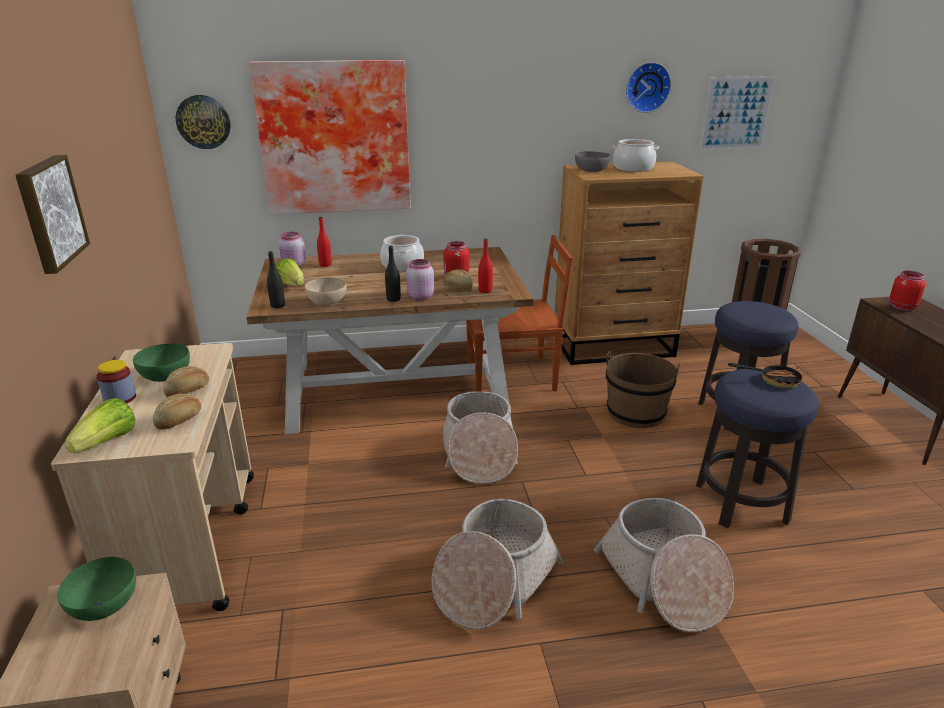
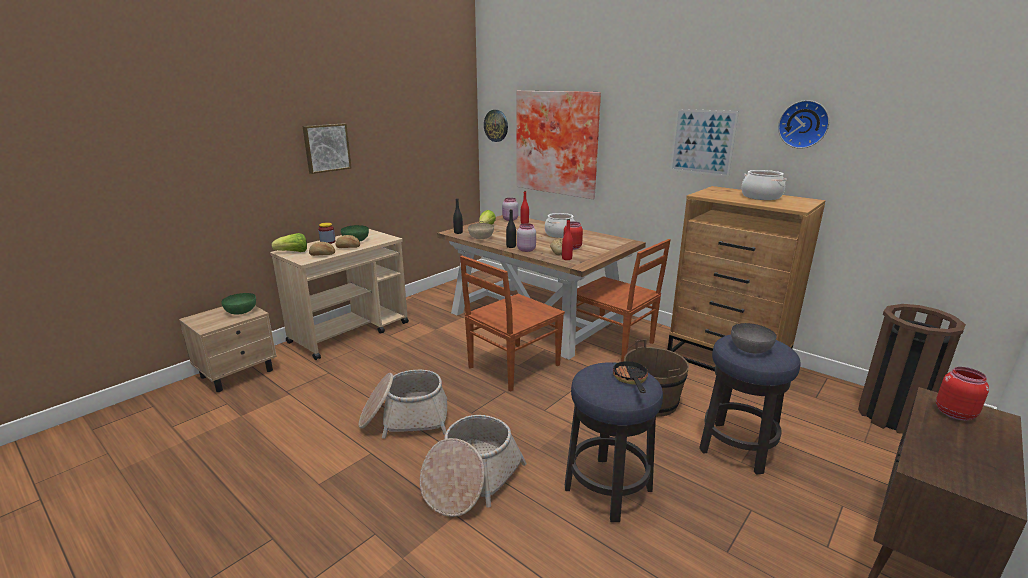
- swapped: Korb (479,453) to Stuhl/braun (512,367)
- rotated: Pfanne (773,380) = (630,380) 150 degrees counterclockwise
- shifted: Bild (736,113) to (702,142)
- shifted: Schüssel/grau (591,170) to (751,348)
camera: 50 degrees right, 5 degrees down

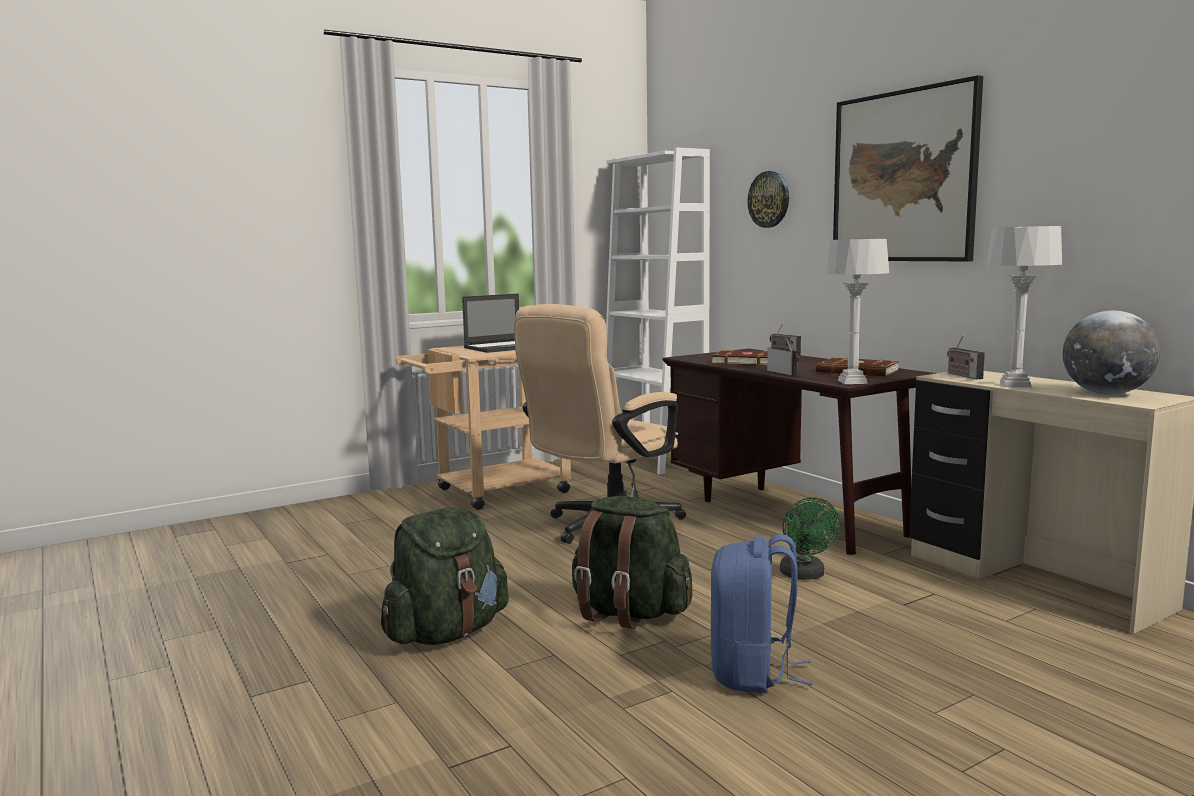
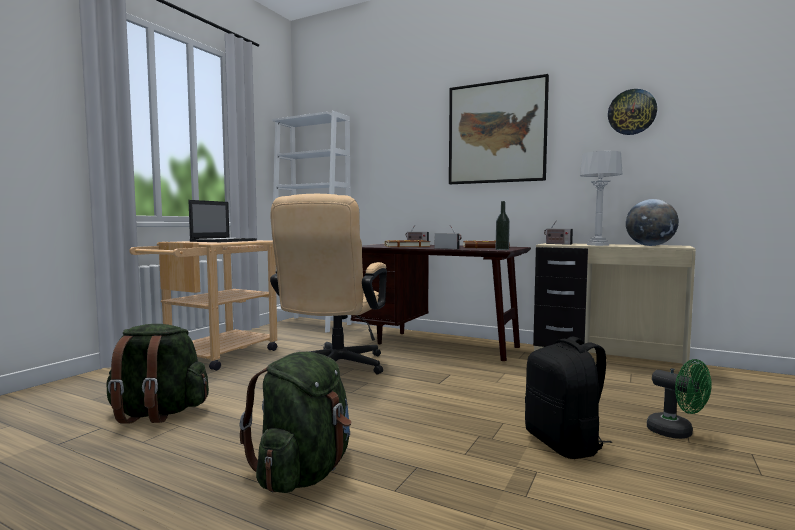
- shifted: Rucksack/grün (628,613) to (157,413)
- swapped: Tischlampe/grau (853,382) to Flasche (502,249)
- repainted: Rucksack/blau (753,673) to Rucksack/schwarz (564,444)
- shifted: Wanduhr (769,199) to (632,112)
- shifted: Ventilator/grün (805,575) to (677,433)
camera: 30 degrees left, 5 degrees down

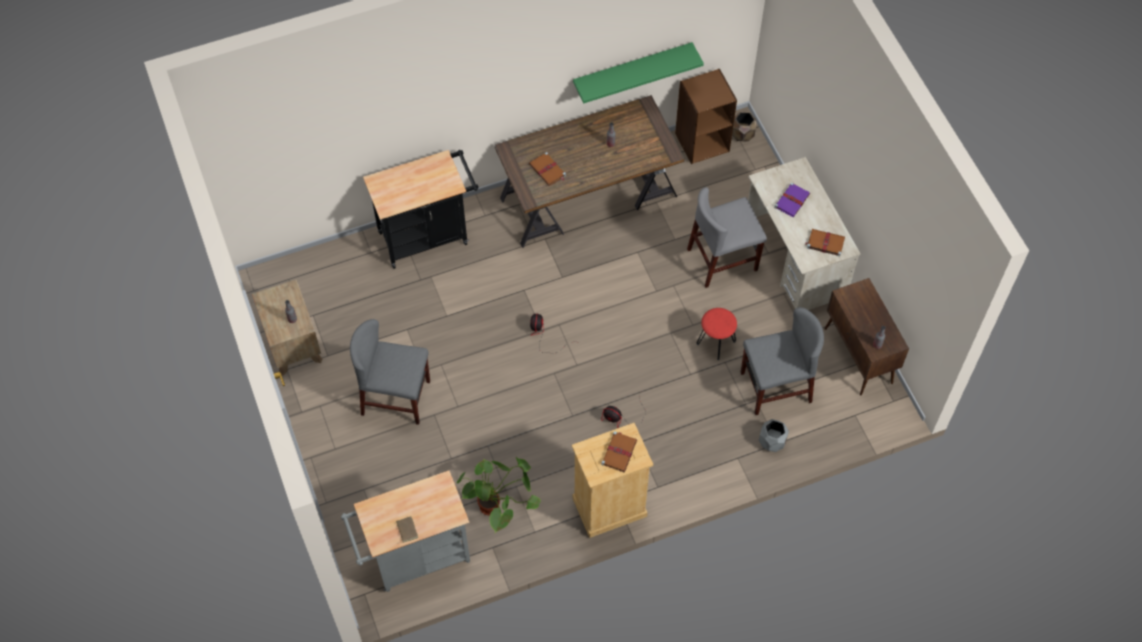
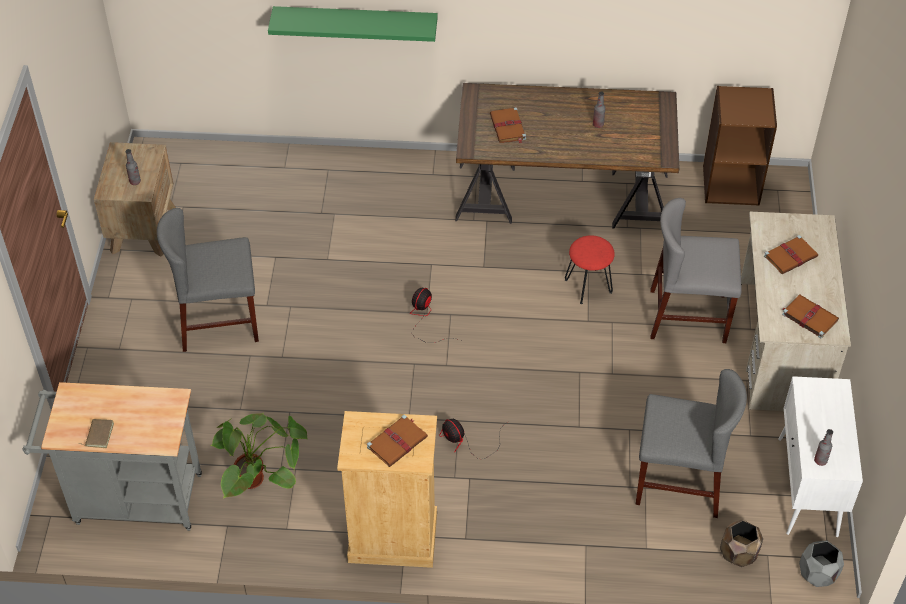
- rotated: Stuhl/grau (396,397) = (219,322) 45 degrees counterclockwise
- shifted: Wandregal/grün (632,69) to (355,22)
- shifted: Hocker/rot (715,343) to (588,286)
- shifted: Pflanzkübel/braun (742,134) to (738,554)
- repainted: Buch/lila (792,200) to Buch/braun (791,256)
- repainted: Schrank/braun (858,356) to Schrank/weiß (808,488)
- shifted: Pflanzkübel/grau (771,442) to (817,574)
- gone: Rollwagen/schwarz (428,235)
camera: 25 degrees right, 10 degrees down

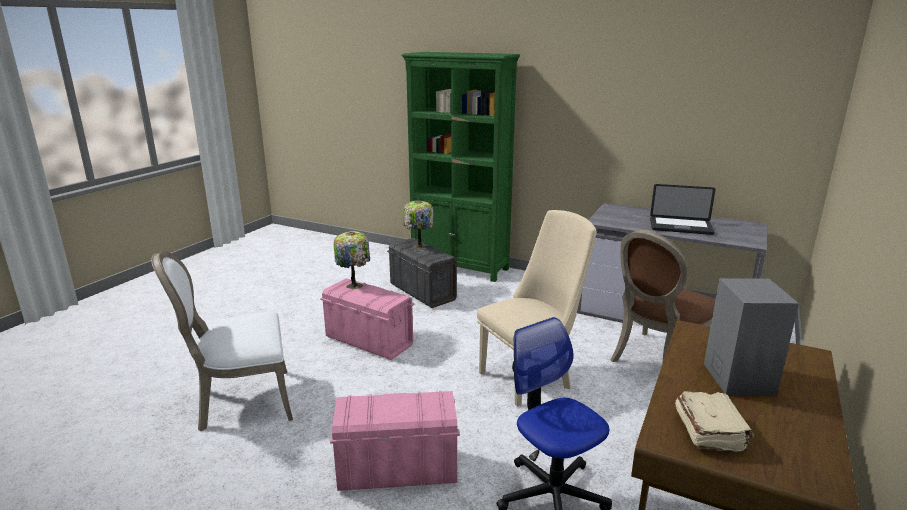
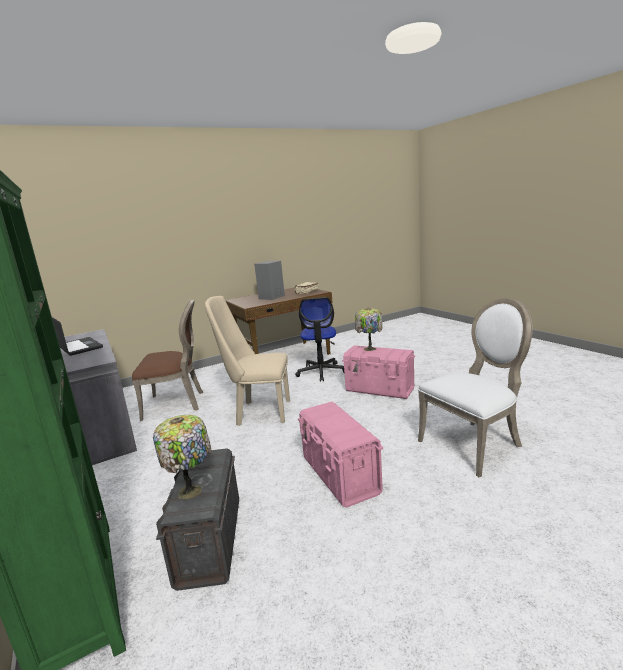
- shifted: Tischlampe (354,285) to (369,349)
- rotated: Stuhl/weiß (241,402) = (474,444) 45 degrees counterclockwise
camera: 145 degrees left, 5 degrees down

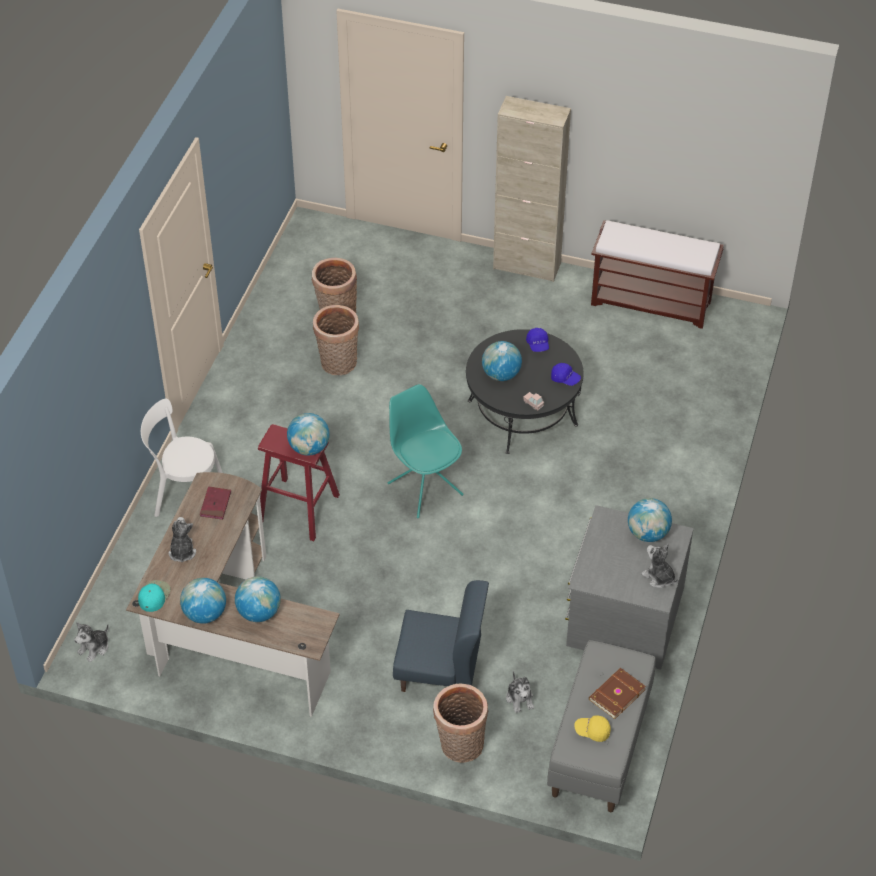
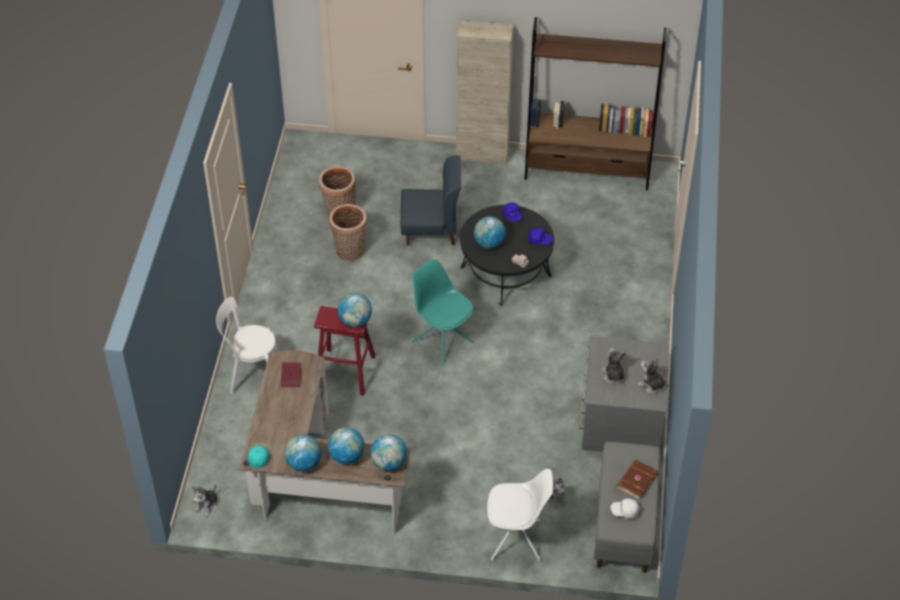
- shifted: Globus (647,533) to (389,463)
- shifted: Stuhl/blau (440,671) to (431,229)
- swapped: Korb (460,747) to Stuhl/weiß (517,540)
- swapped: Bank/braun (652,302) to Bücherregal/braun (587,171)
- shifted: Plüschtier (182,552) to (613,375)
- repainted: Kappe/gelb (592,731) to Kappe/weiß (624,511)
camera: 10 degrees left, 0 degrees up

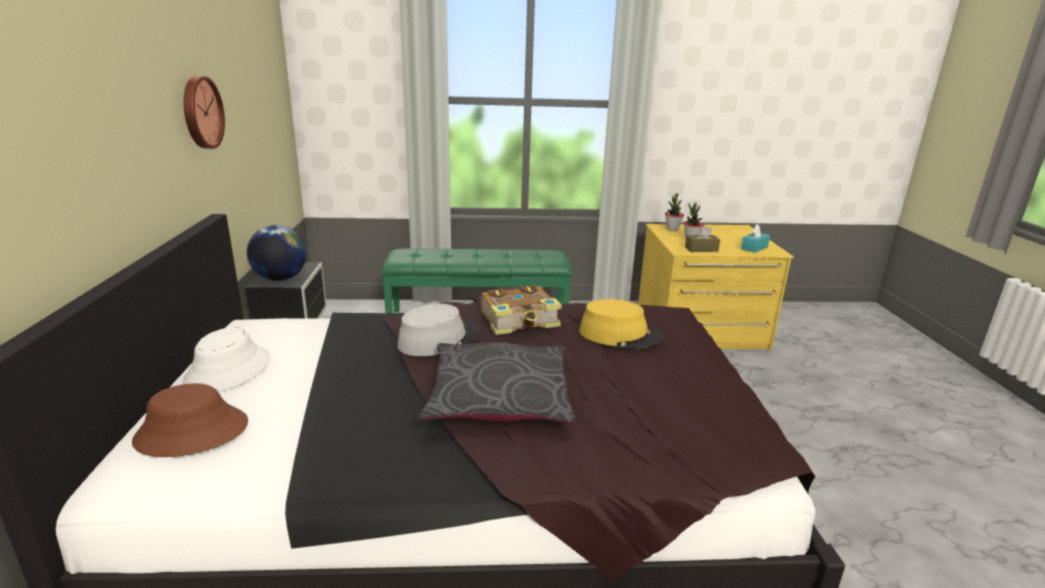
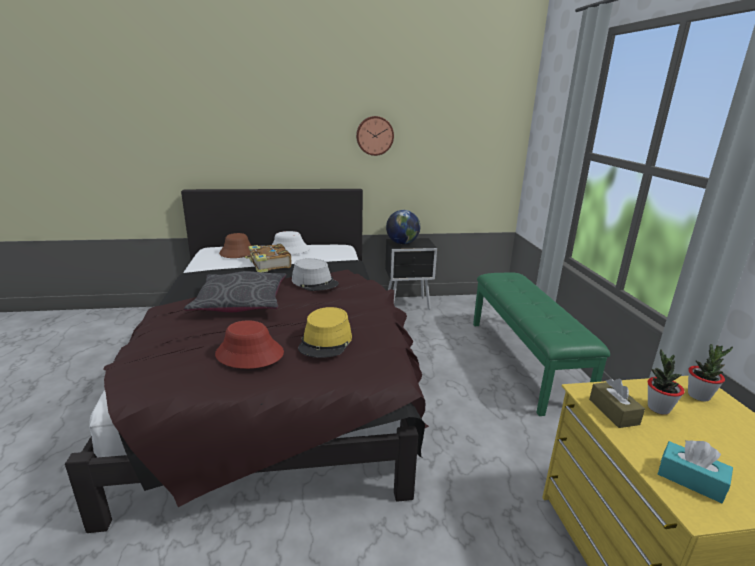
- new: Hut/rot (249,354)
- shifted: Buch (520,320) to (269,264)
camera: 85 degrees right, 0 degrees up

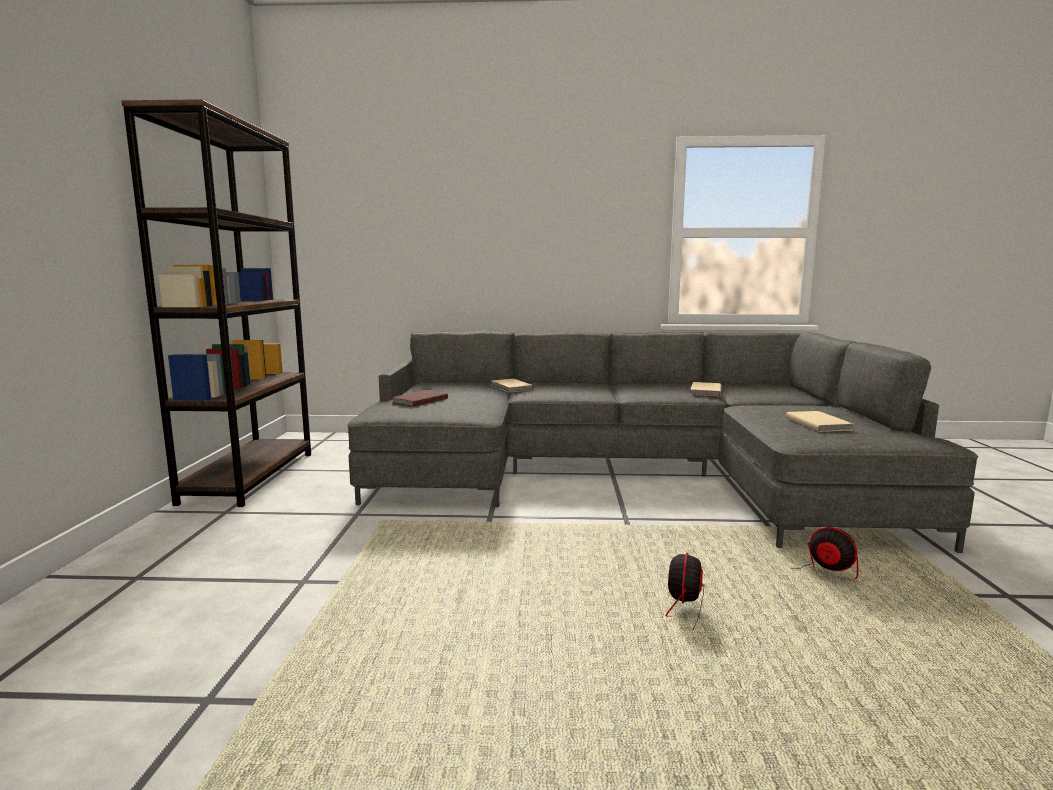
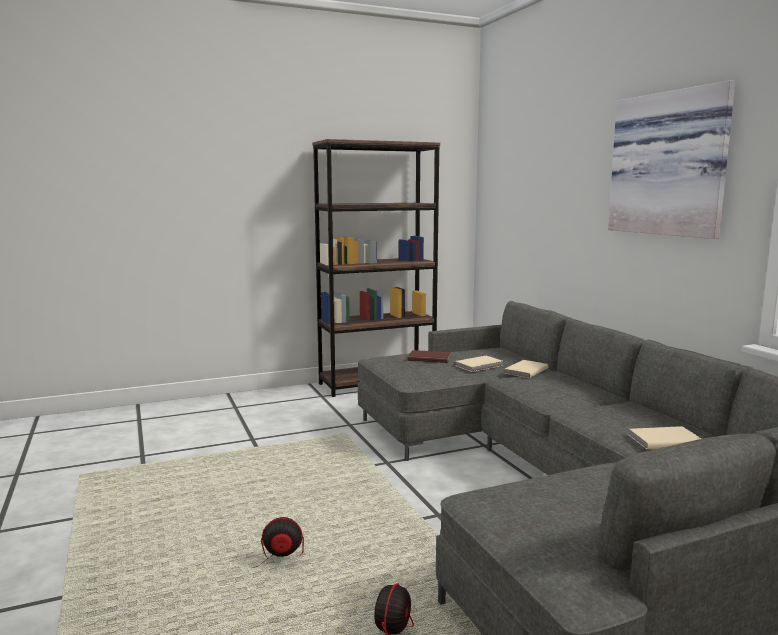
- shifted: Buch/beige (818,423) to (479,365)
- new: Bild (670,164)
camera: 65 degrees right, 0 degrees up

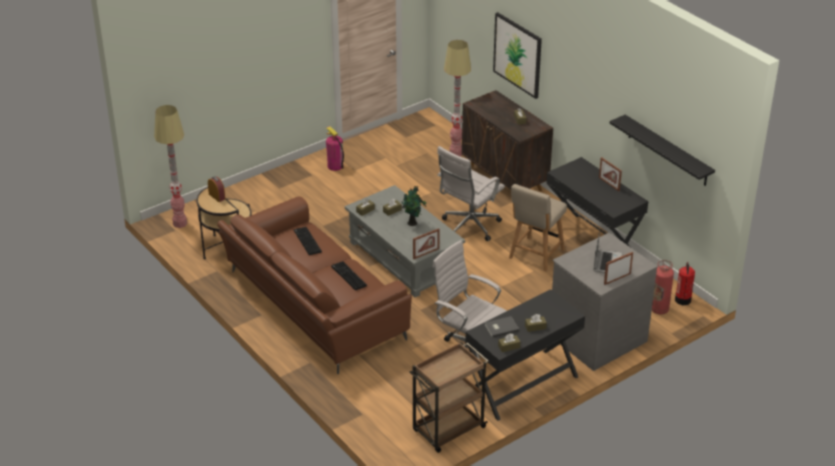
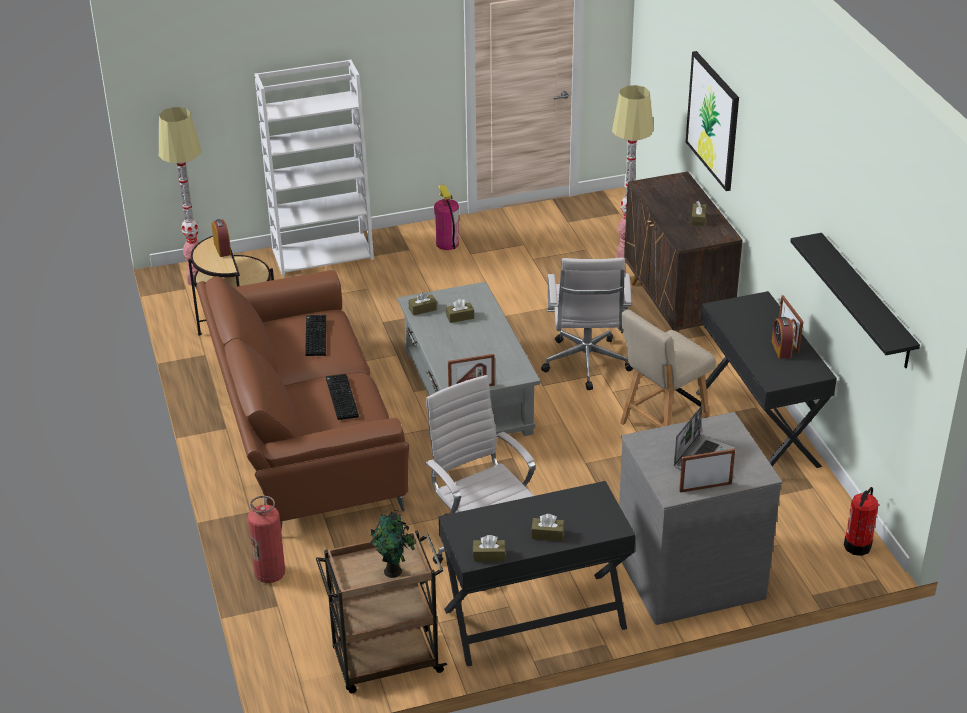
- shifted: Feuerlöscher (659,309) to (270,574)
- new: Bücherregal/weiß (323,253)
- shifted: Topfpflanze (413,223) to (394,572)
- rotated: Bürostuhl/weiß (469,227) = (586,365) 60 degrees counterclockwise
- new: Wecker (781,349)
- gone: Buch/grau (500,327)
camera: 20 degrees right, 0 degrees up

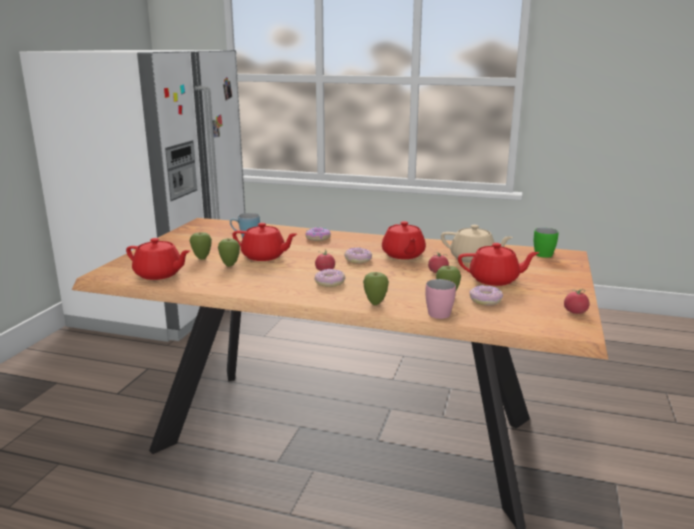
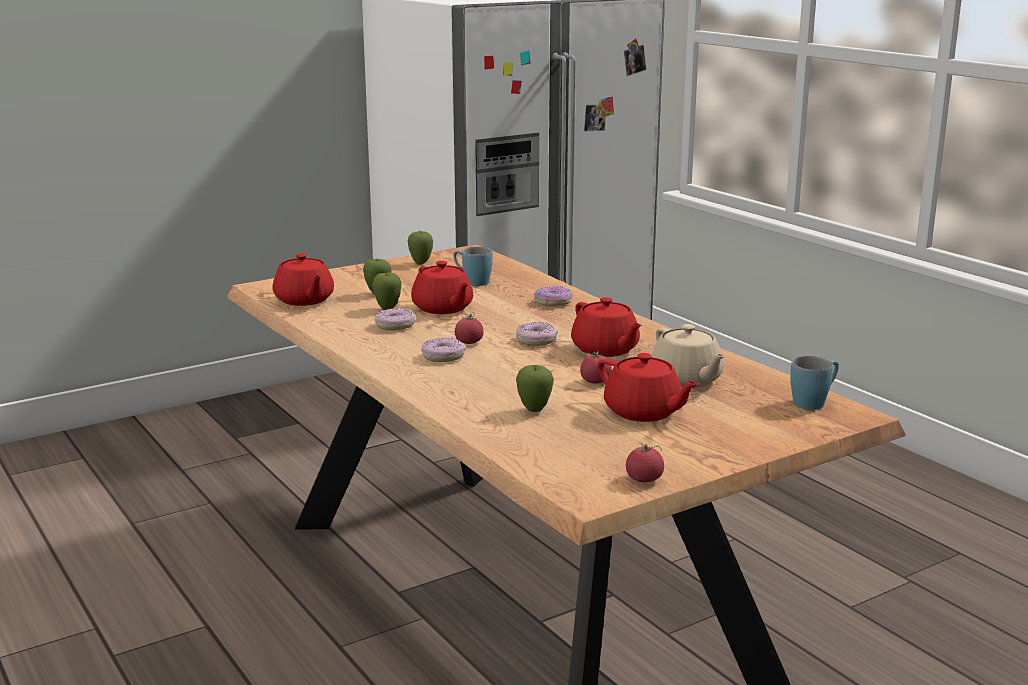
- shifted: Donut (485,300) to (394,325)
- shifted: Apfel (375,303) to (421,263)
- rotated: Teekanne/rot (403,255) = (605,350) 60 degrees counterclockwise
- repainted: Henkelbecher/grün (543,253) to Henkelbecher/blau (814,402)
- gone: Henkelbecher/rosa (438,311)
camera: 40 degrees right, 0 degrees up

